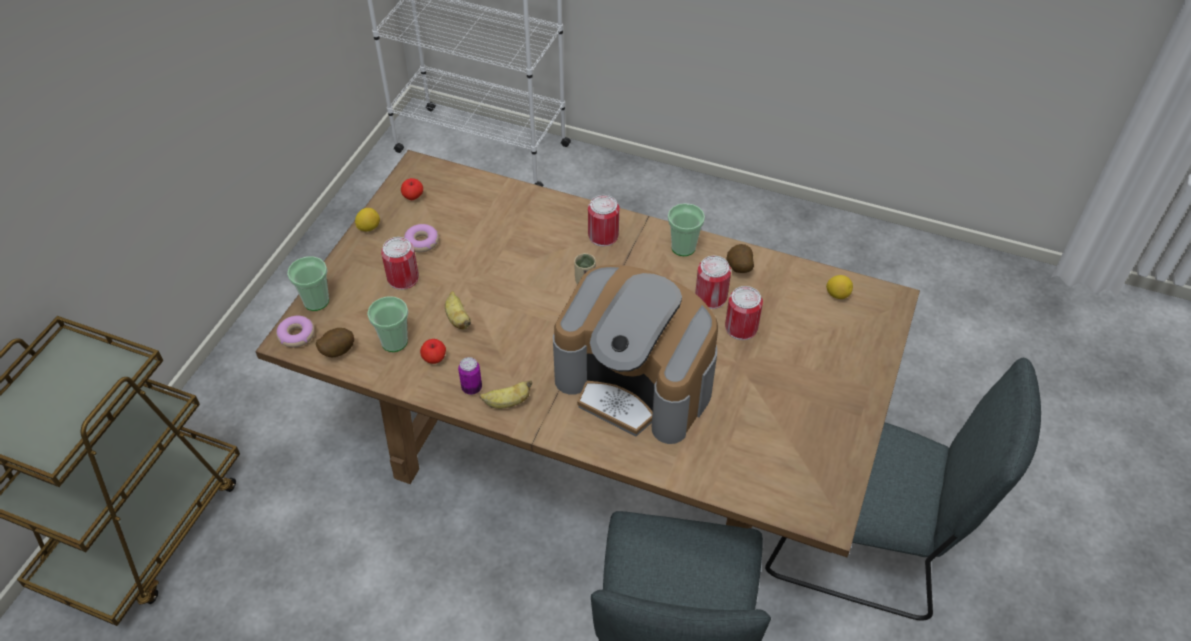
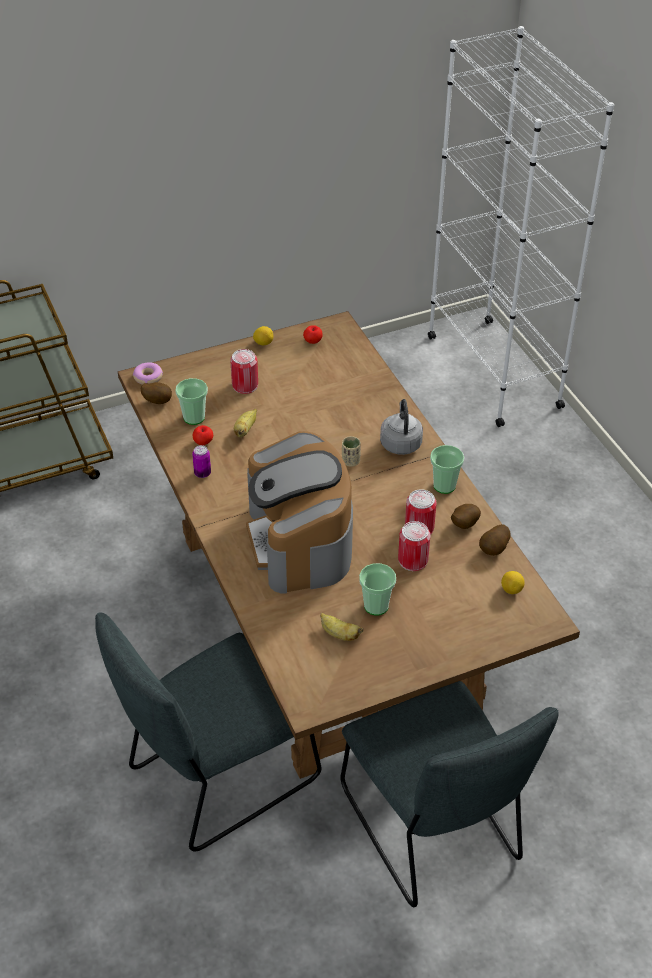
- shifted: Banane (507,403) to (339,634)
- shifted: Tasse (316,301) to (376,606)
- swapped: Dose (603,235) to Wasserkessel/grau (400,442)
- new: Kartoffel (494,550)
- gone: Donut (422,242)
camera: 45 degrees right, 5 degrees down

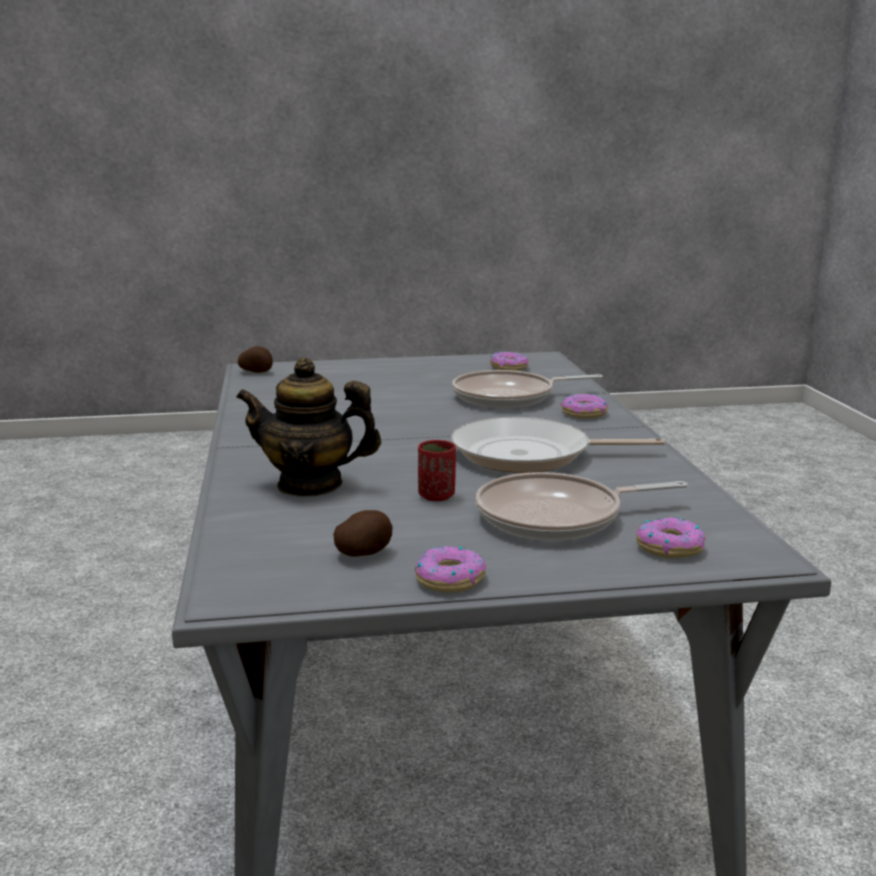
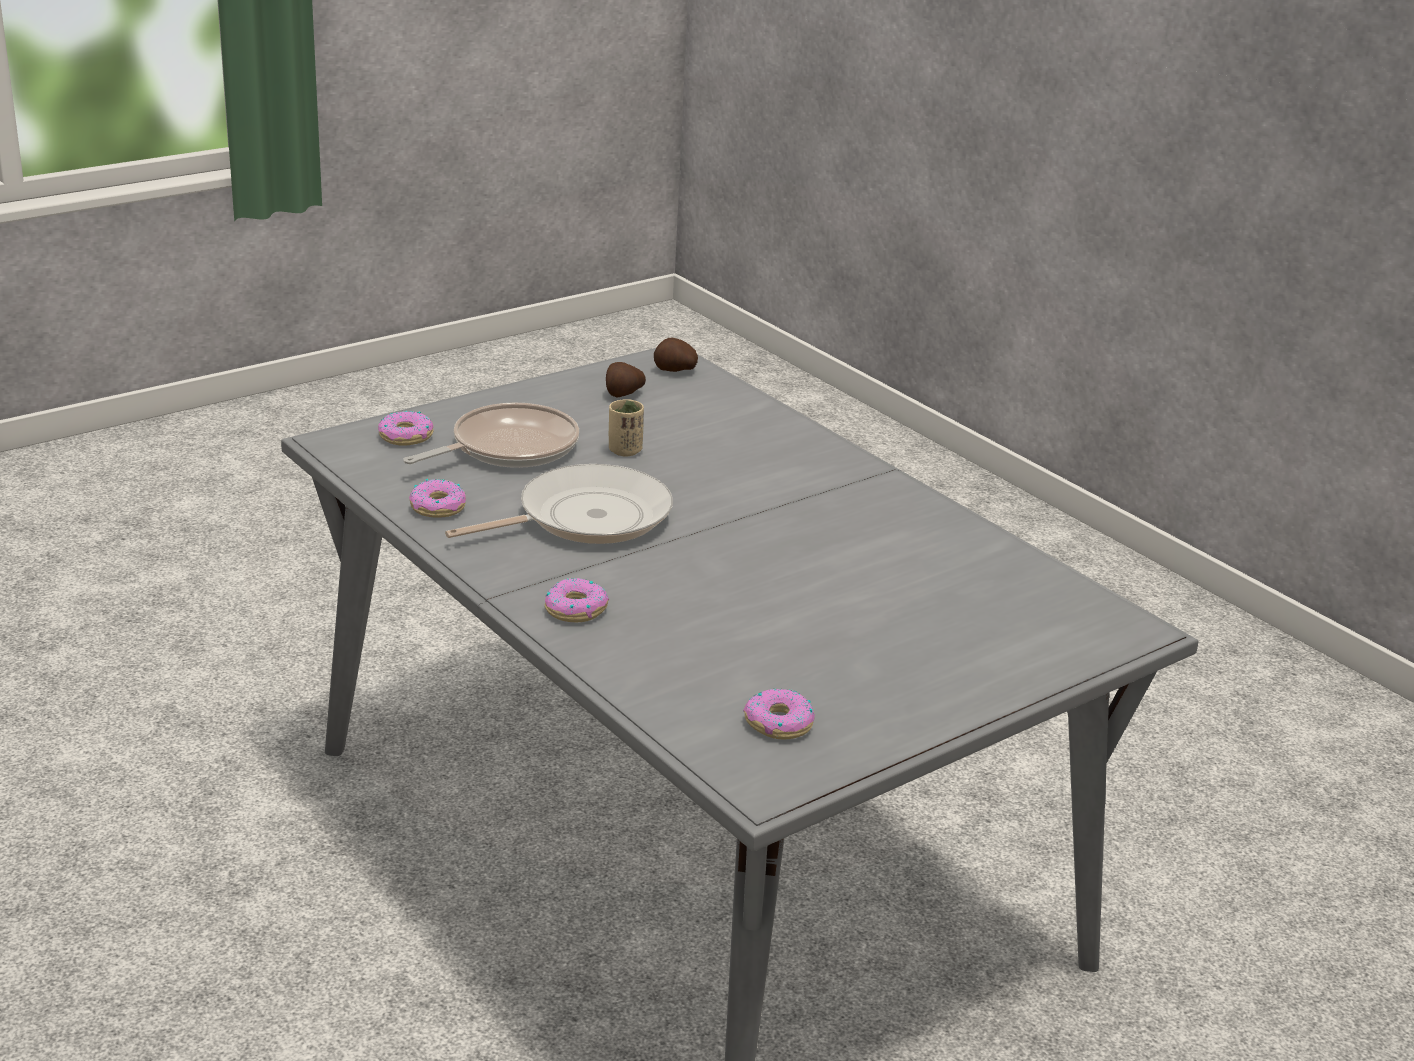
- shifted: Donut (449,579) to (438,507)
- repainted: Tasse/rot (436,496) to Tasse/beige (625,451)
- shifted: Kartoffel (256,372) to (675,370)
- gone: Teekanne (310,485)
- gone: Pfanne (509,397)
camera: 150 degrees right, 10 degrees up

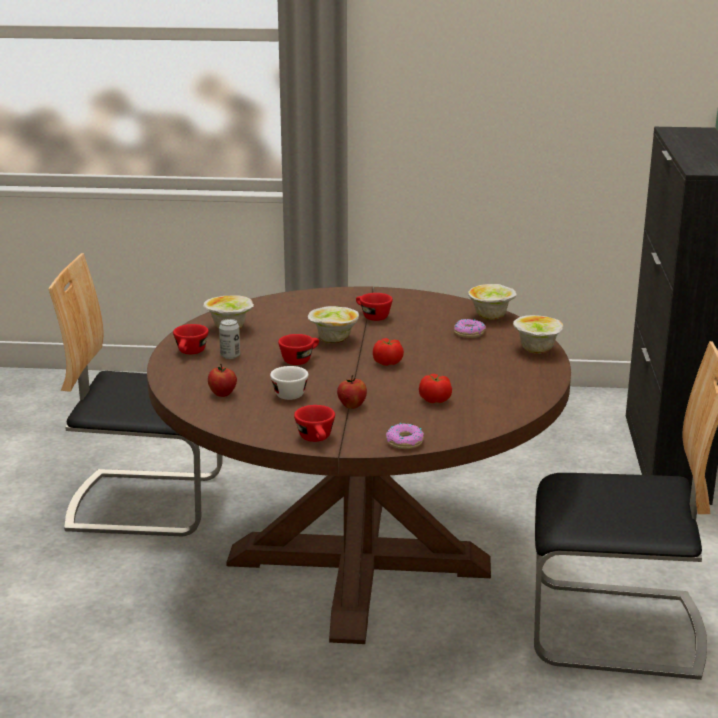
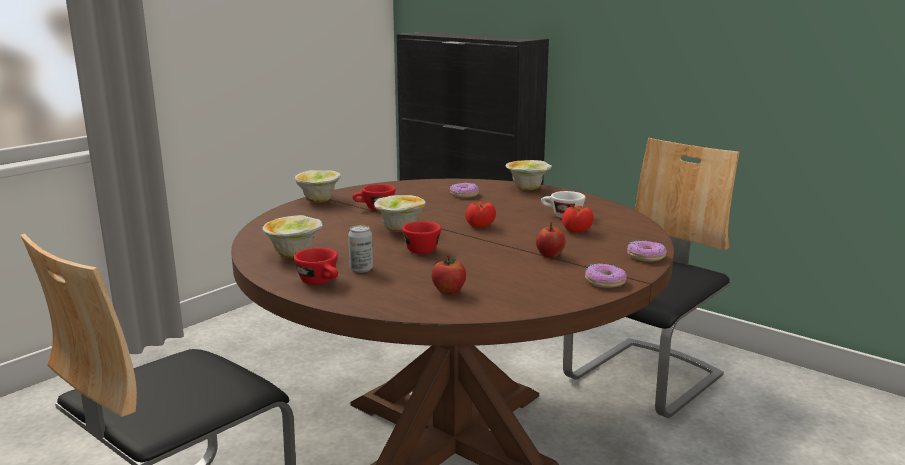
- shifted: Schüssel (491,317) to (320,201)
- shifted: Tasse/weiß (288,393) to (561,216)
- swapped: Tasse/rot (317,439) to Donut (605,282)
camera: 55 degrees left, 5 degrees down

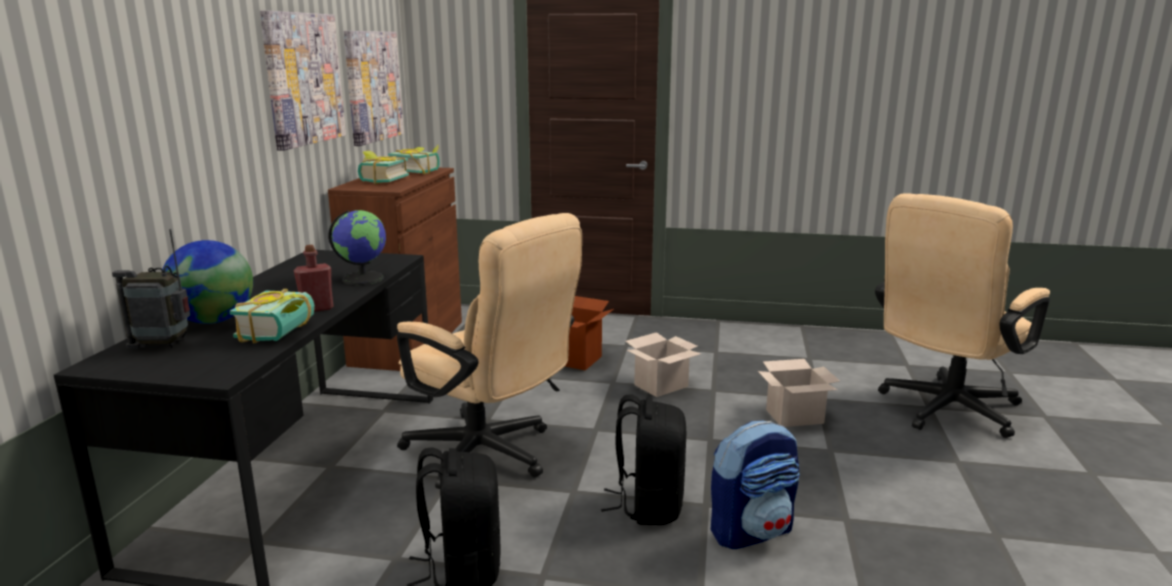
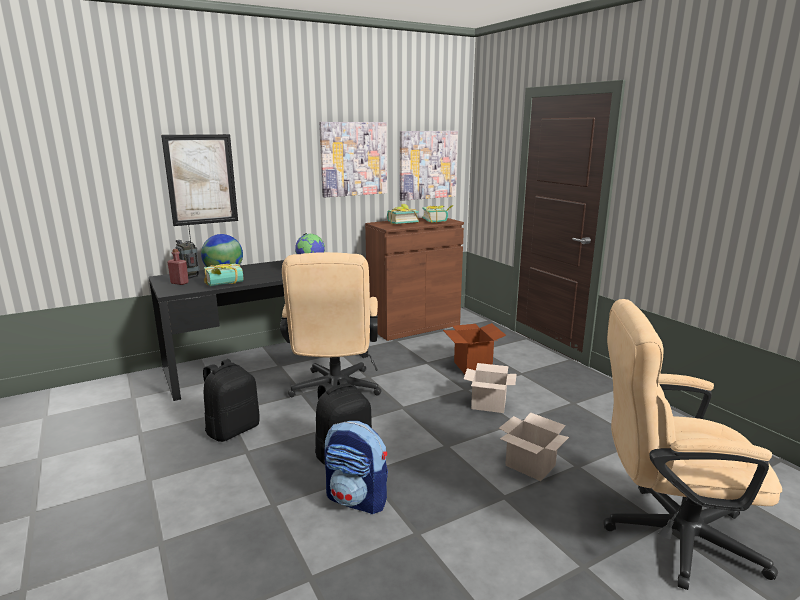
- new: Bild (201,179)
- shifted: Flasche/rot (317,309) to (179,283)
camera: 50 degrees right, 0 degrees up

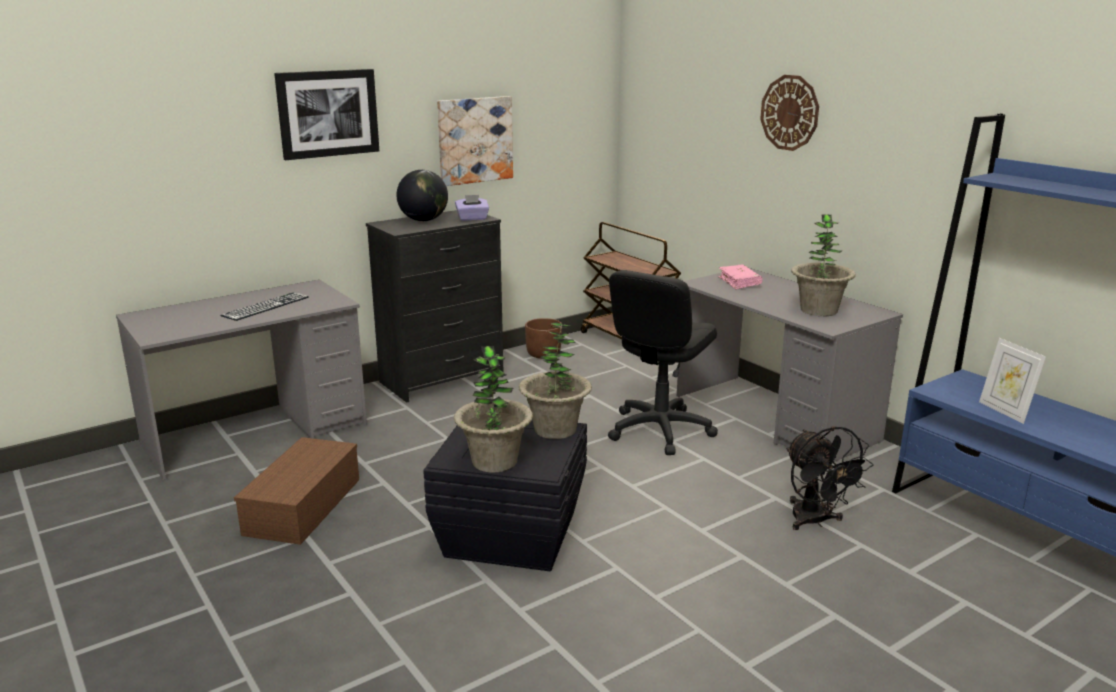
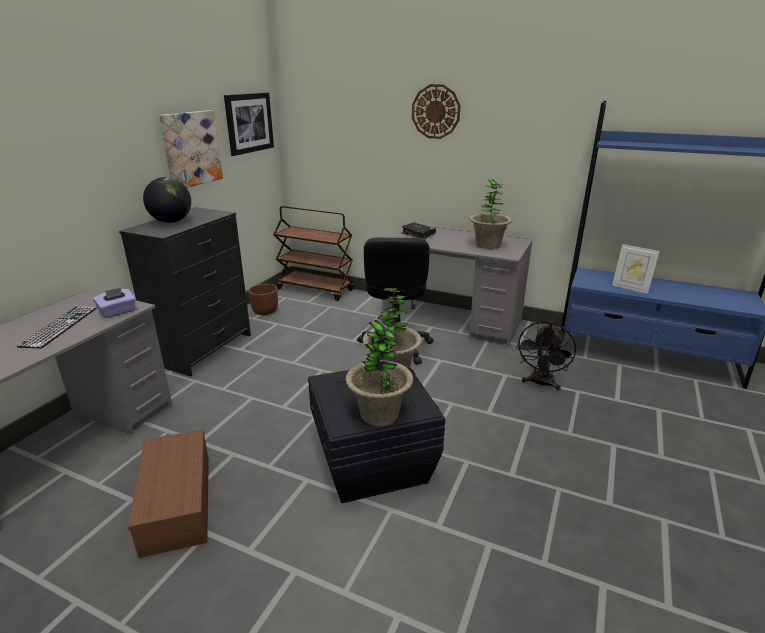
- shifted: Taschentuchbox/lila (472,219) to (118,312)
- shifted: Bild (328,113) to (249,123)
- repainted: Buch/rosa (739,282) to Buch/schwarz (418,235)
- rotated: Ventilator/schwarz (815,521) = (541,384) 75 degrees clockwise
camera: 30 degrees left, 5 degrees up

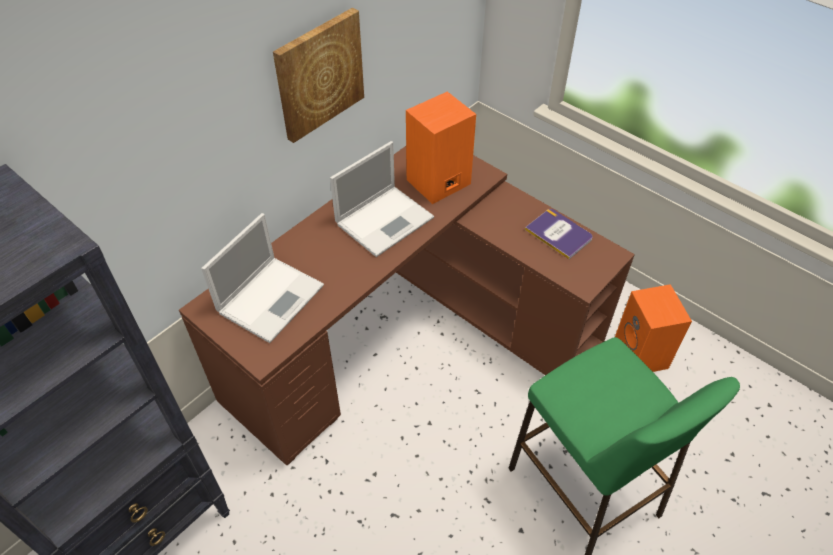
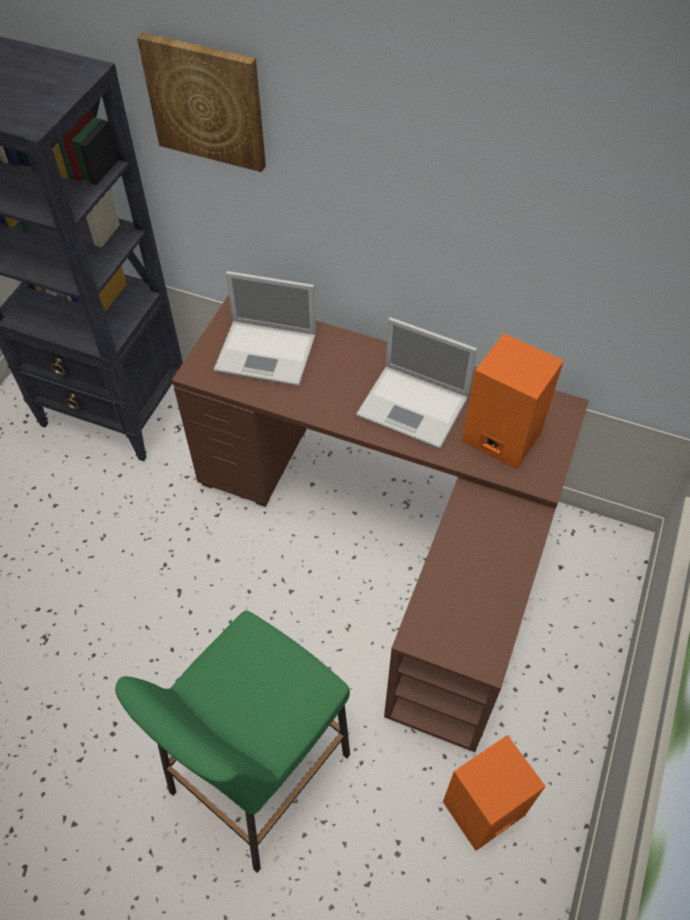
- shifted: Bild (319,74) to (206,101)
- gone: Buch (559,234)
camera: 70 degrees right, 5 degrees up

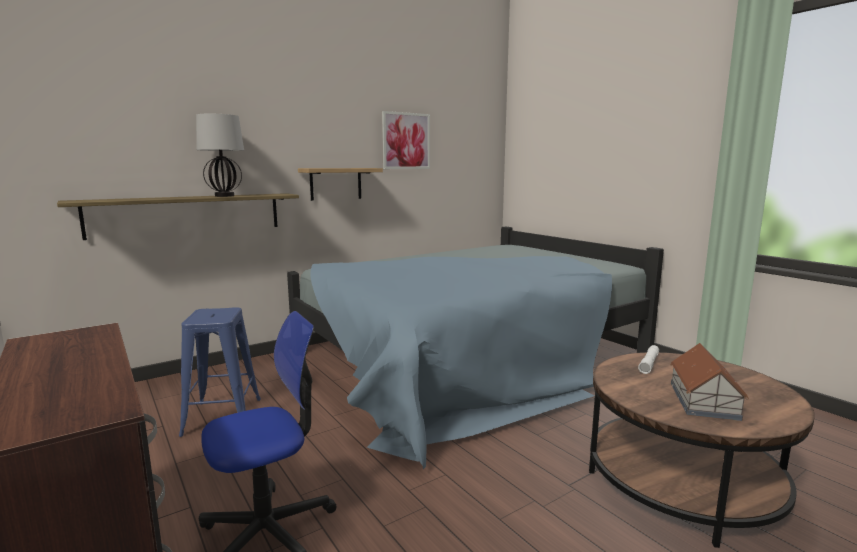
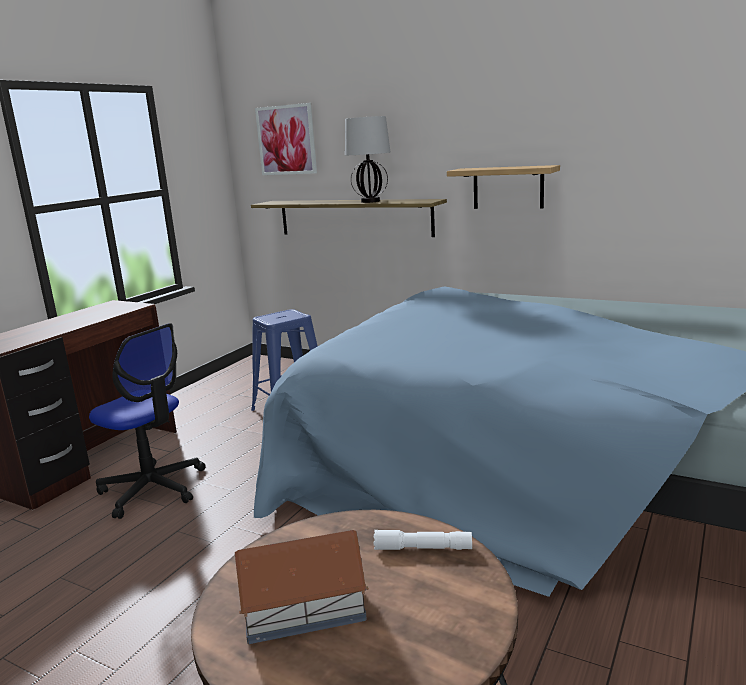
- shifted: Bild (406,141) to (286,140)
camera: 65 degrees right, 5 degrees up

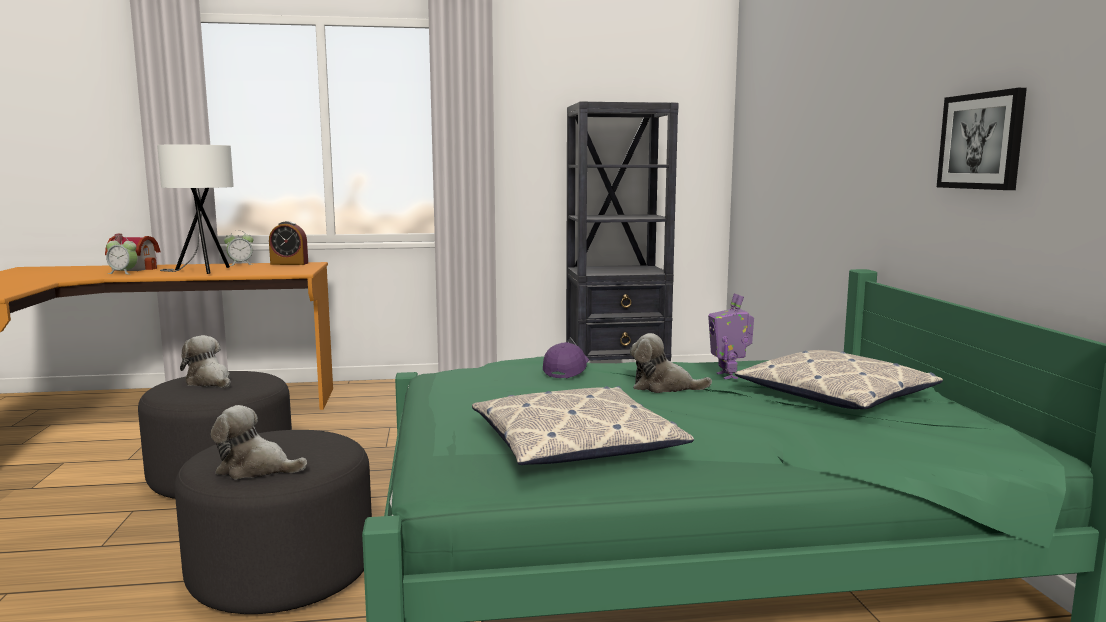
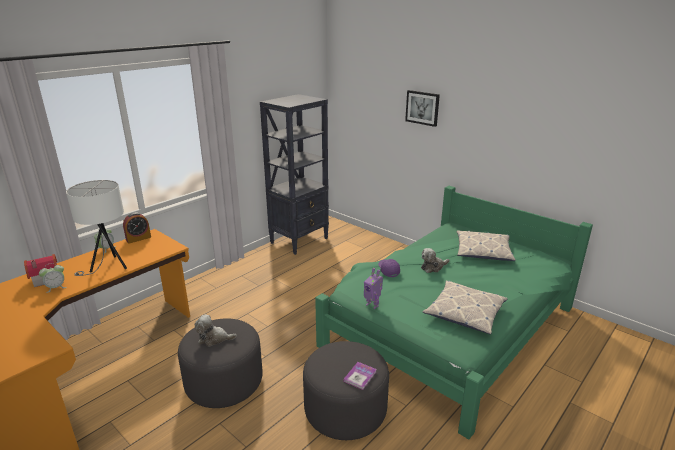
- swapped: Plüschtier (256,469) to Buch (360,376)
- shifted: Spielzeugroboter (728,376) to (372,305)
- shifted: Bild (982,141) to (422,108)
camera: 40 degrees left, 15 degrees up

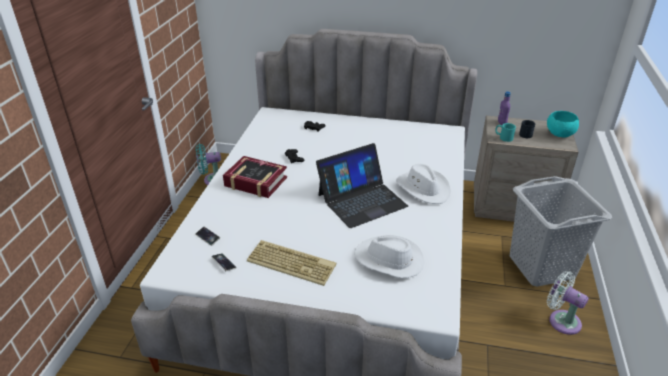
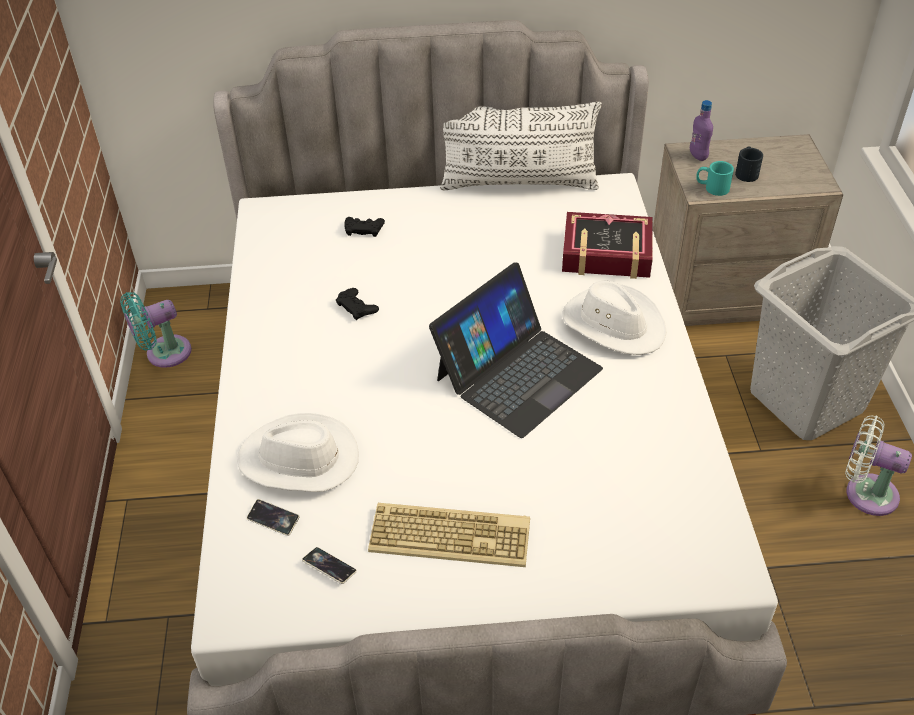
- shifted: Hut/weiß (389,260) to (299,460)
- new: Kissen/weiß (519,183)
- shifted: Buch (255,182) to (606,254)
- gone: Schüssel/türkis (560,134)
camera: 15 degrees left, 10 degrees up

